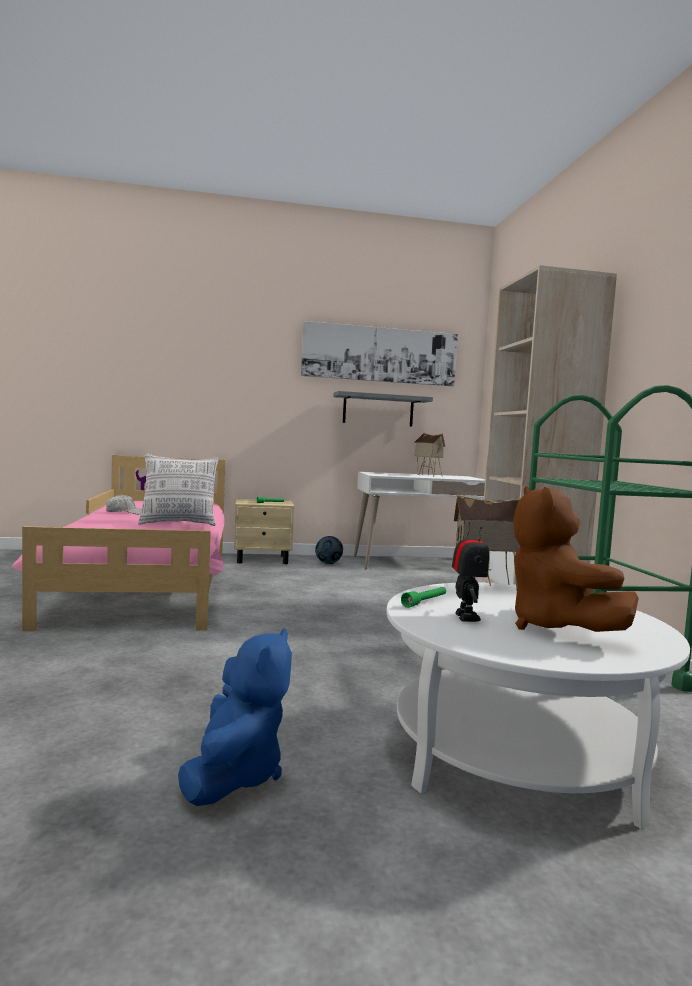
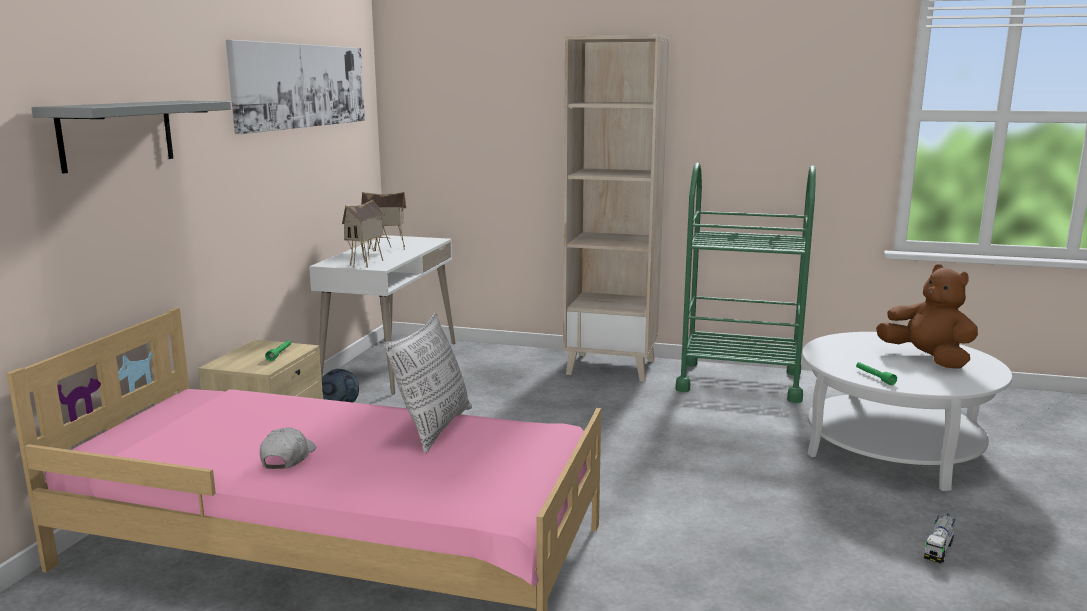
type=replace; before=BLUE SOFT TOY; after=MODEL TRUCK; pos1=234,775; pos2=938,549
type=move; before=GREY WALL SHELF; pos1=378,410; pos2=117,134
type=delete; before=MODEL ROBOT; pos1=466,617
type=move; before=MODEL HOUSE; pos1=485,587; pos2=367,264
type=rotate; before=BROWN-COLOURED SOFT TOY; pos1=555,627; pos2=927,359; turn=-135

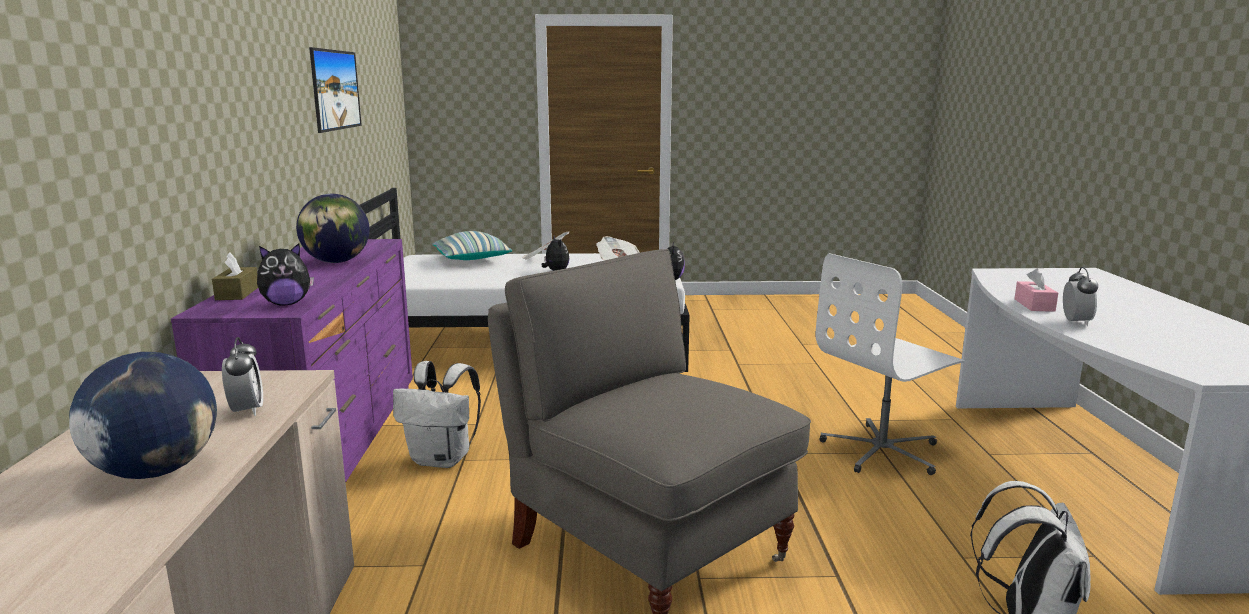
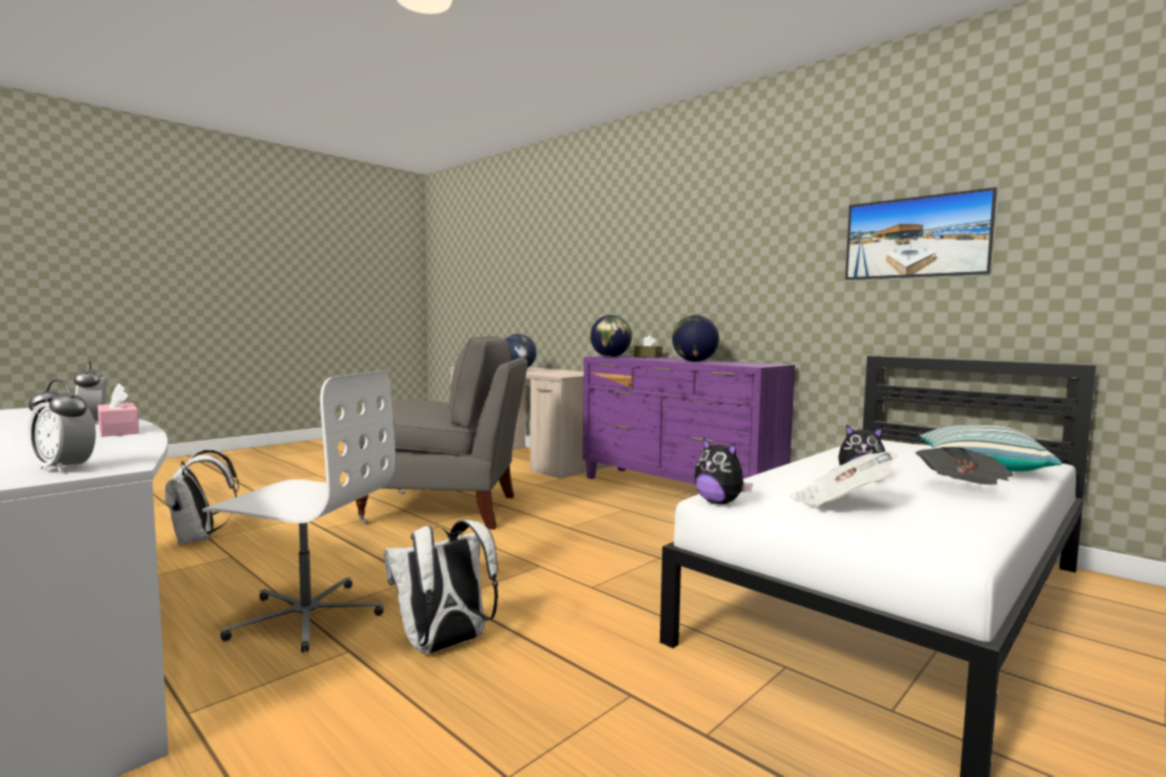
type=move; before=TABLE CLOCK; pos1=247,411; pos2=64,469
type=replace; before=SOFT TOY; after=WORLD GLOBE; pos1=286,304; pos2=610,357
type=move; before=WHITE-COLOURED RUCKSACK; pos1=443,459; pos2=444,646
type=rotate; before=WHITE-COLOURED OFFICE CHAIR; pos1=882,451; pos2=306,616; turn=90

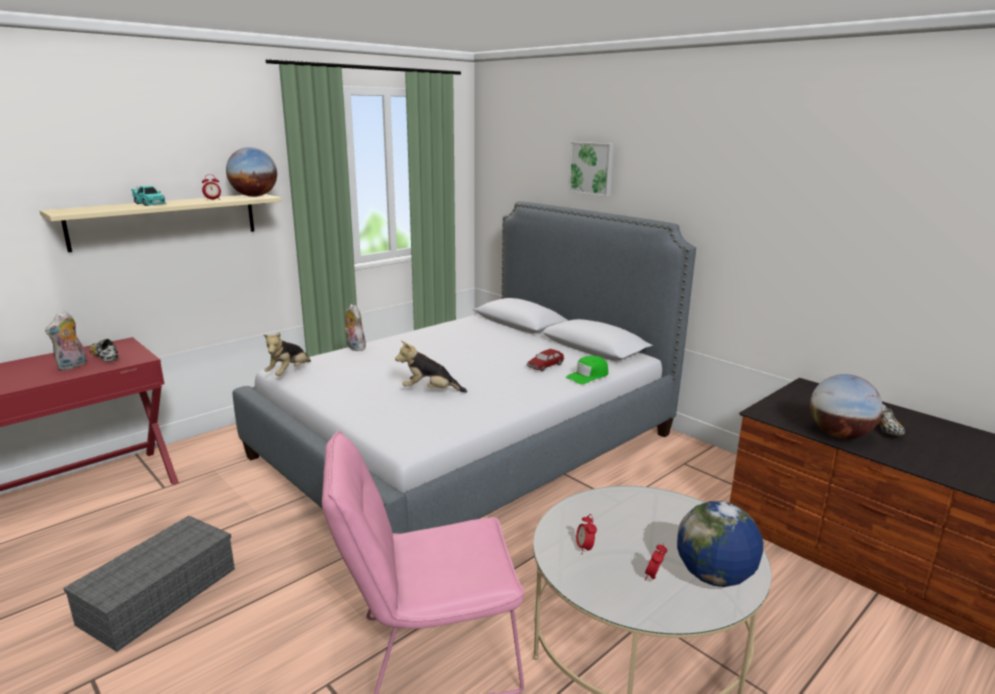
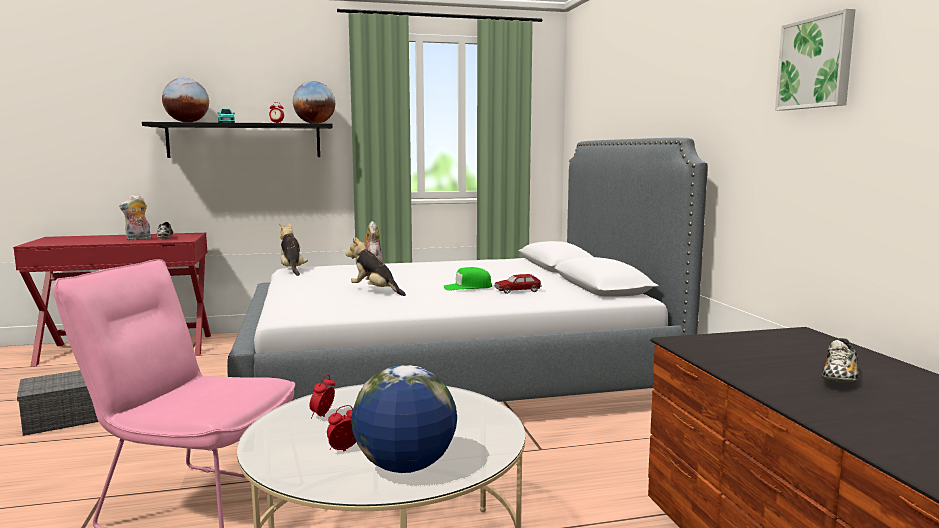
type=recolor; before=BEIGE WALL SHELF; after=BLACKISH WALL SHELF; pos1=165,221; pos2=244,140
type=rotate; before=SOFT TOY; pos1=289,373; pos2=292,270; turn=105
type=move; before=GREEN CAP; pos1=588,376; pos2=467,287
type=move; before=PICTURE; pos1=592,168; pos2=816,63
type=move; before=WORLD GLOBE; pos1=839,435; pos2=187,122

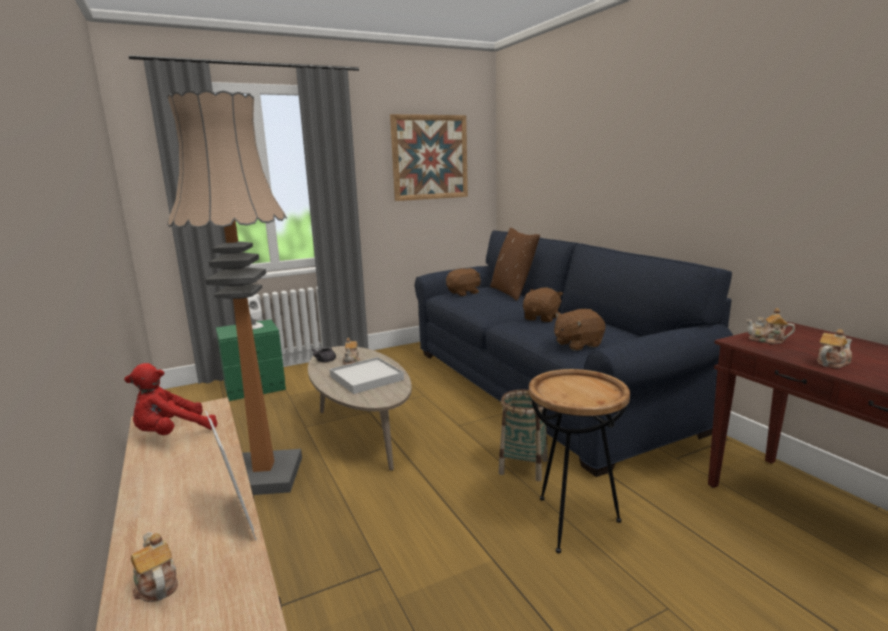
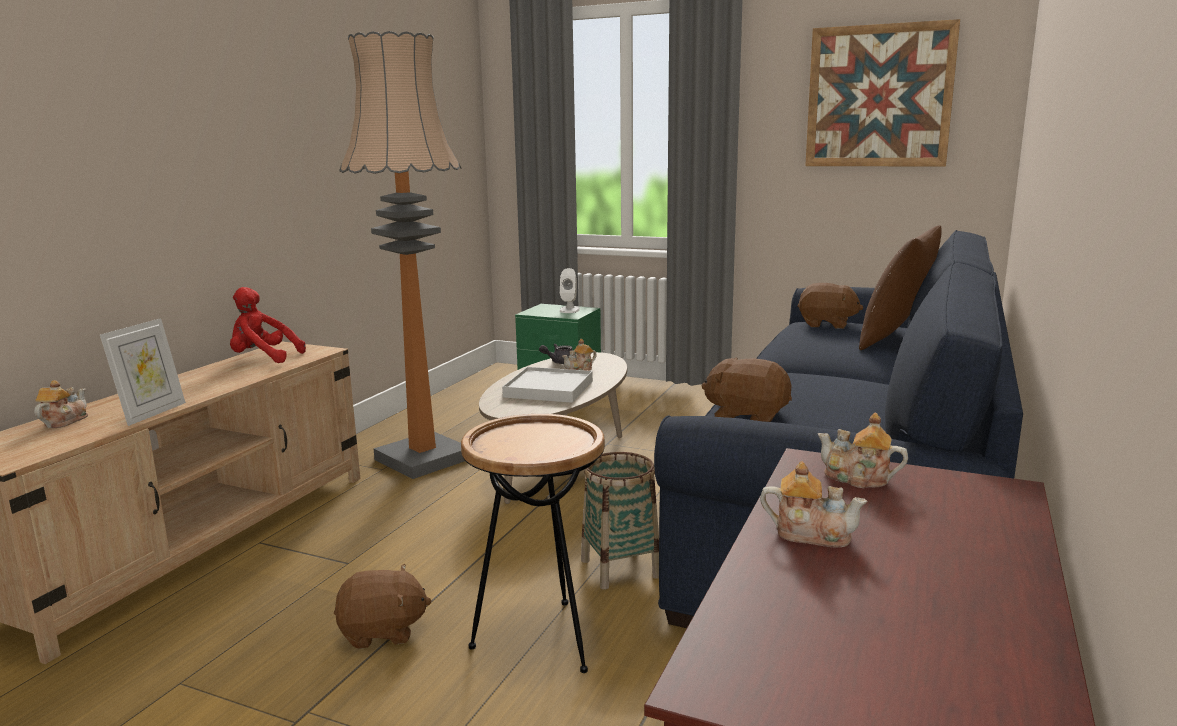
type=move; before=BROWN-COLOURED SOFT TOY; pos1=542,318; pos2=382,632
type=rotate; before=TEAPOT; pos1=767,340; pos2=858,478; turn=-45

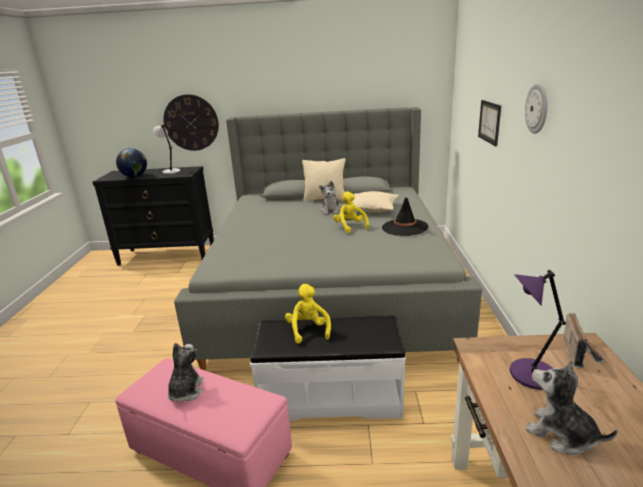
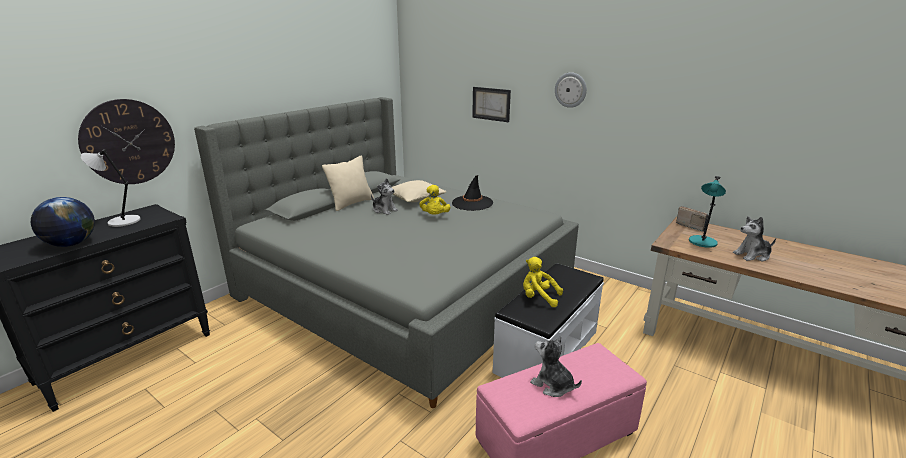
type=rotate; before=YELLOWISH SOFT TOY; pos1=350,227; pos2=434,216; turn=-105
type=recolor; before=PURPLISH TABLETOP LAMP; after=TURQUOISE TABLETOP LAMP; pos1=530,375; pos2=702,242

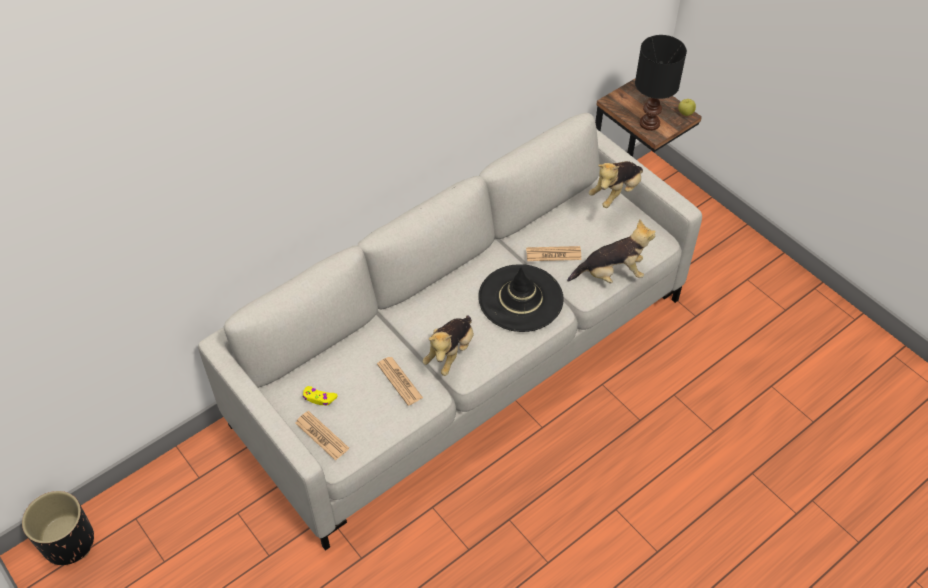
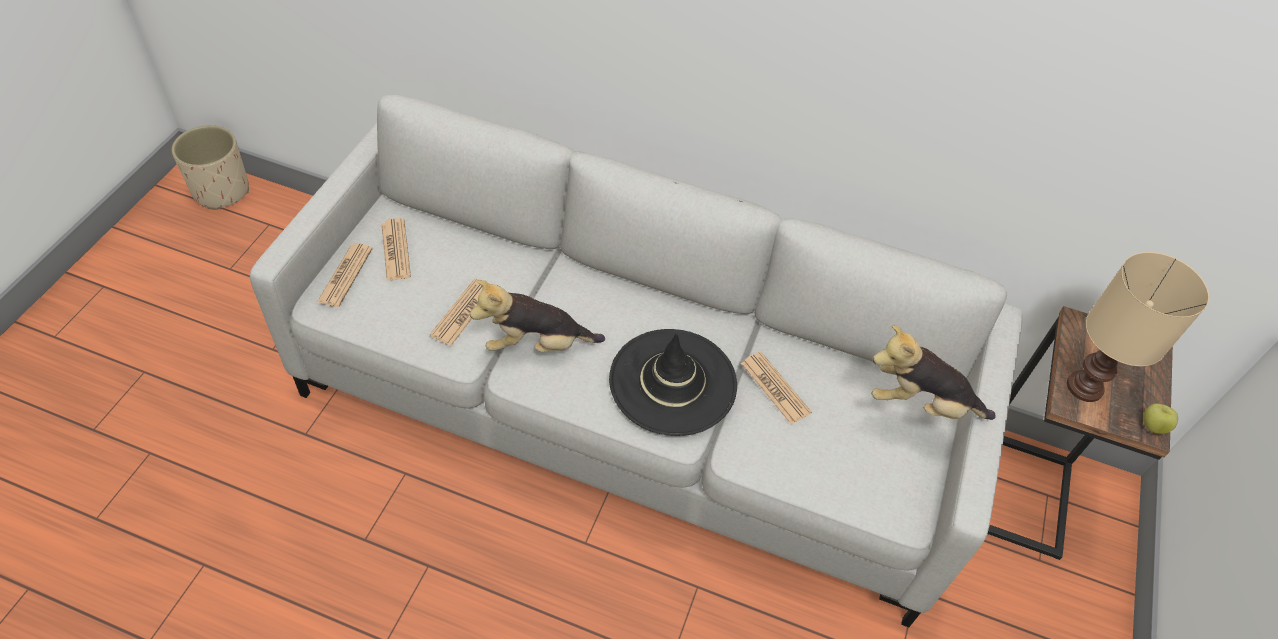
type=recolor; before=BLACKISH FLOWER POT; after=BEIGE FLOWER POT; pos1=68,542; pos2=221,191
type=replace; before=YELLOWISH GAMEPAD; after=NEWSPAPER; pos1=319,398; pos2=396,250
type=delete; before=SOFT TOY; pos1=611,274
type=recolor; before=BLACKISH TABLETOP LAMP; after=BEIGE TABLETOP LAMP; pos1=648,123; pos2=1083,386

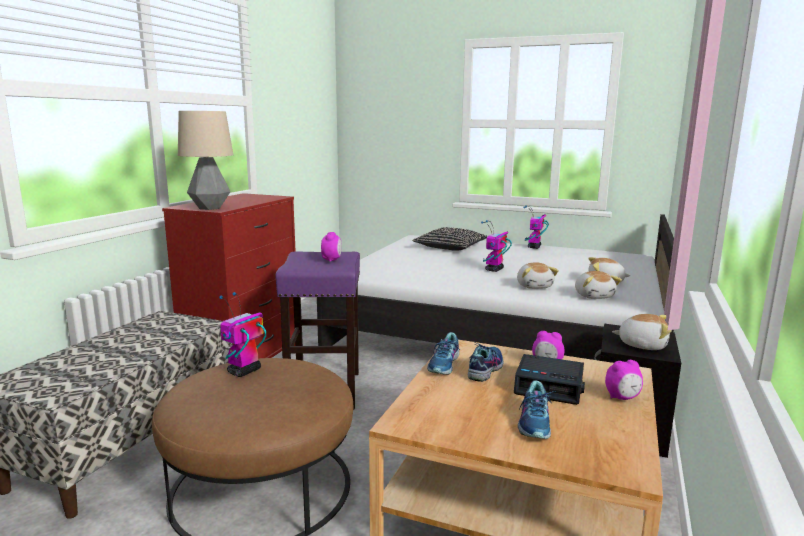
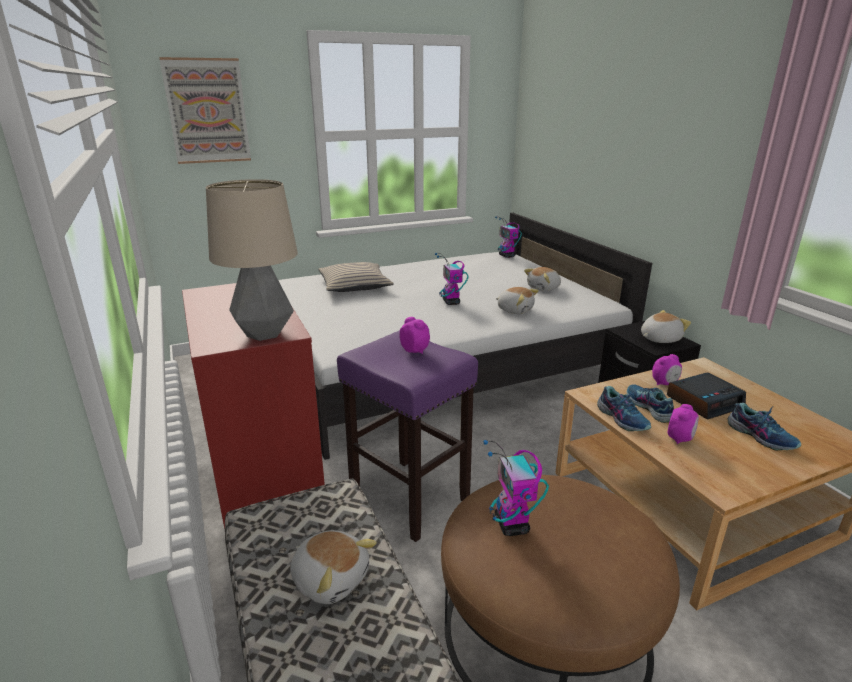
type=recolor; before=BLACKISH THROW PILLOW; after=BEIGE THROW PILLOW; pos1=450,247; pos2=355,285
type=move; before=MODEL ROBOT; pos1=534,247; pos2=507,256
type=move; before=SOFT TOY; pos1=594,296; pos2=331,578
type=move; before=TABLE CLOCK; pos1=622,398; pos2=680,439
type=insert; after=PICTURE; pos2=207,111

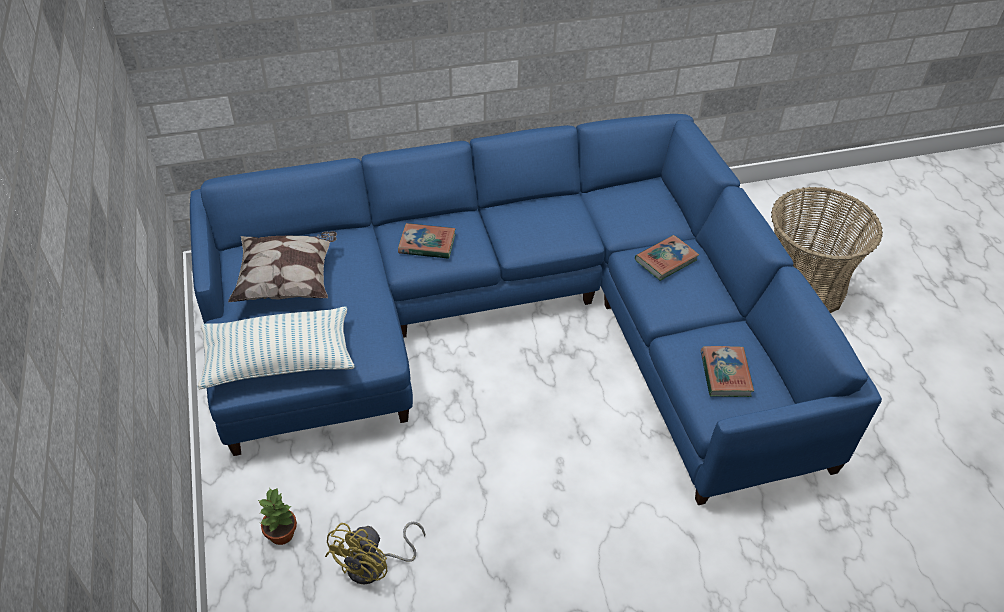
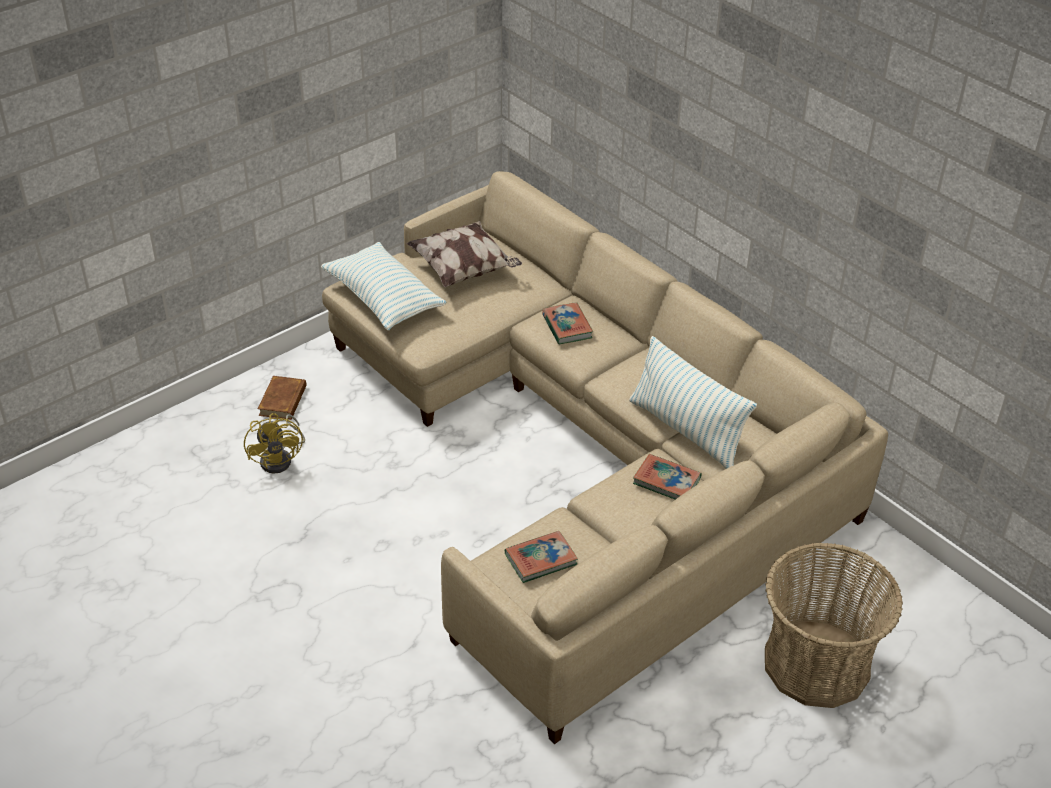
type=recolor; before=BLUE COUCH; after=BEIGE COUCH; pos1=514,323; pos2=585,453
type=replace; before=POTTED PLANT; after=BROWN-COLOURED BOUND BOOK; pos1=282,534; pos2=283,400
type=rotate; before=YELLOWISH FAN; pos1=374,566; pos2=281,459; turn=-105
type=insert; after=THROW PILLOW; pos2=686,430

